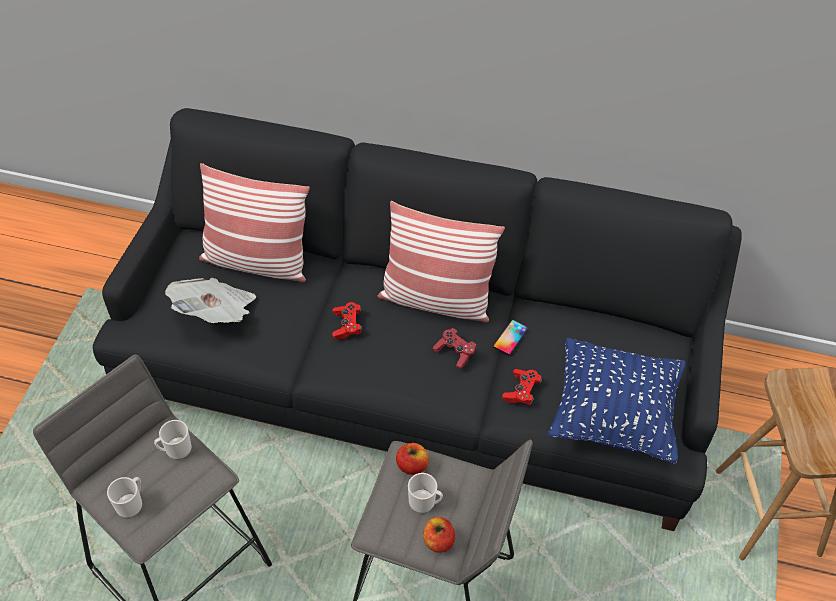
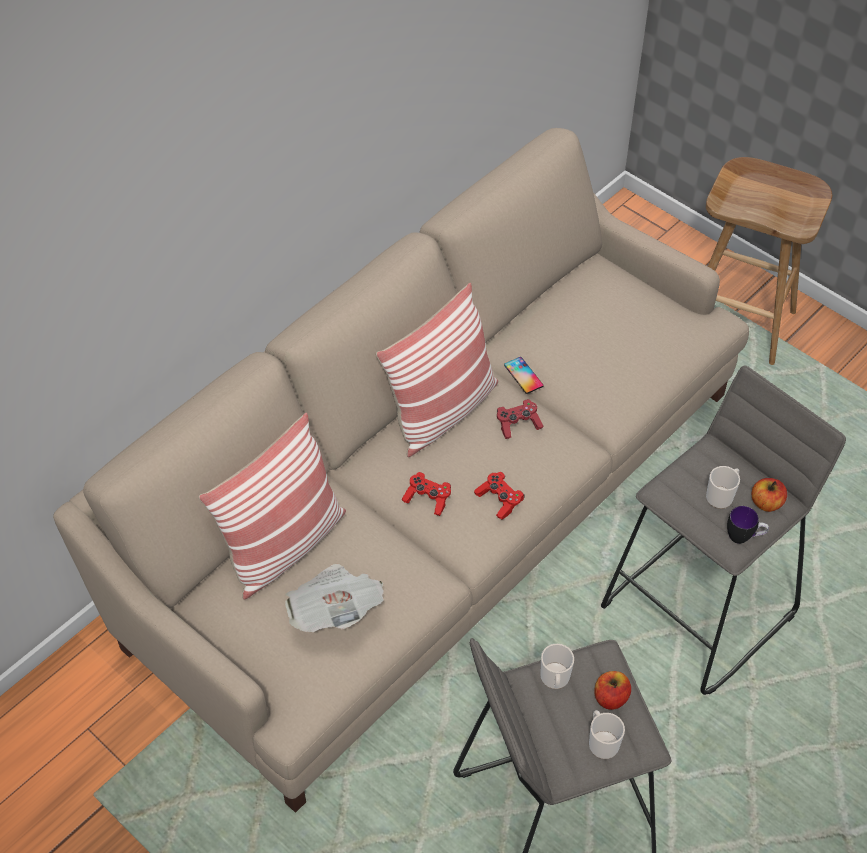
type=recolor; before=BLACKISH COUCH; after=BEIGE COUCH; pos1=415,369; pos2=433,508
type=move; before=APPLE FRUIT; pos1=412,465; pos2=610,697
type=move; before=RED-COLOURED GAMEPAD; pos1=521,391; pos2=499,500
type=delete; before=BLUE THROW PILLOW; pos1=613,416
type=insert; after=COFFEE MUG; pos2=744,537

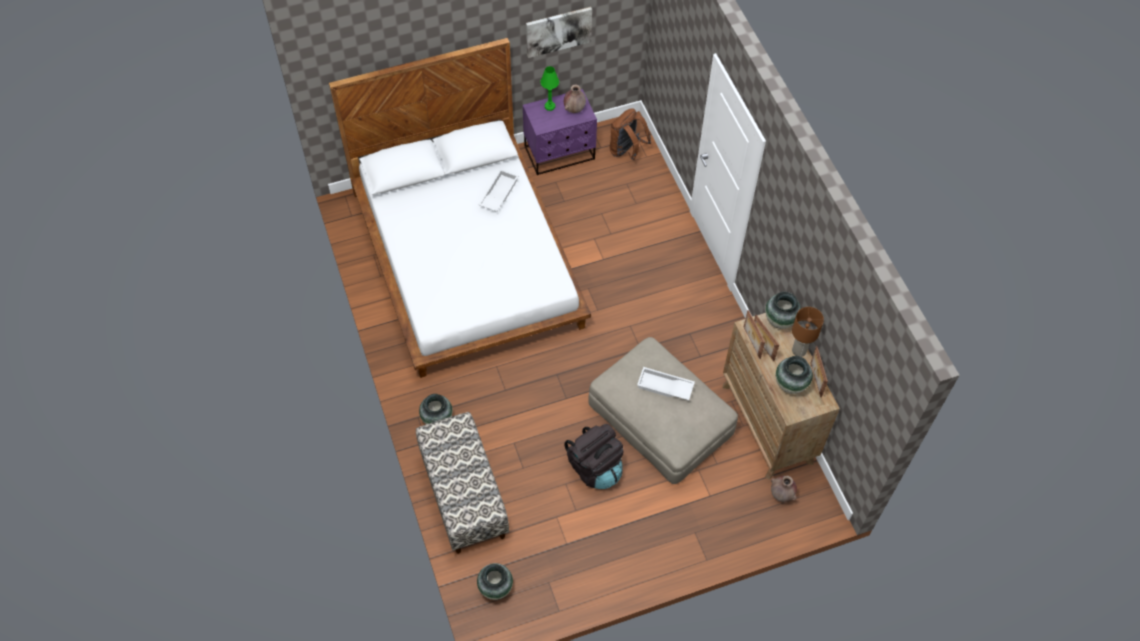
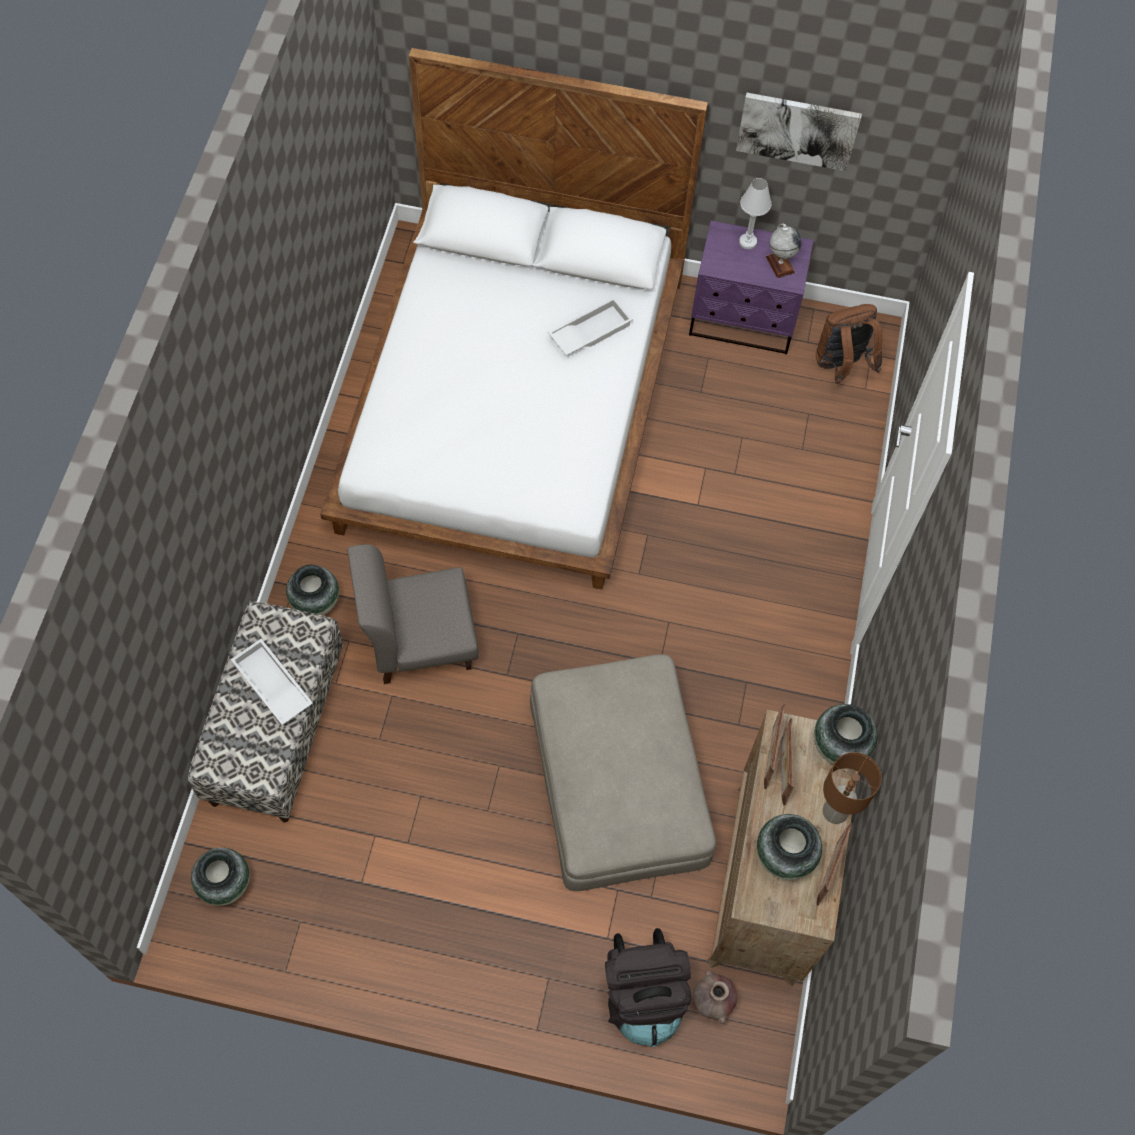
type=recolor; before=GREEN TABLETOP LAMP; after=WHITE-COLOURED TABLETOP LAMP; pos1=550,106; pos2=747,242
type=replace; before=BROWN-COLOURED DECORATIVE VASE; after=WORLD GLOBE; pos1=574,109; pos2=780,264
type=move; before=BLACKISH RUCKSACK; pos1=595,467; pos2=643,996
type=move; before=WHITE-COLOURED SERVING TRAY; pos1=664,387; pos2=271,685
type=insert; after=GREY UPRIGHT CHAIR; pos2=419,641

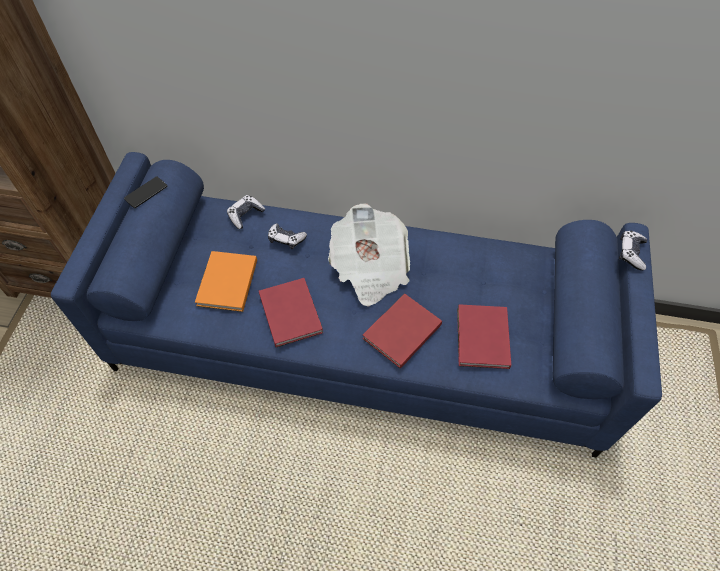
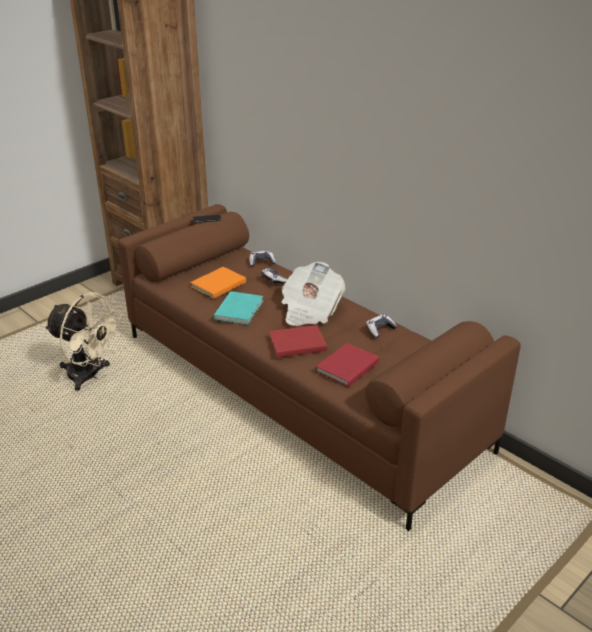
type=recolor; before=BLUE COUCH; after=BROWN-COLOURED COUCH; pos1=362,340; pos2=298,390
type=recolor; before=RED-COLOURED BOUND BOOK; after=TURQUOISE BOUND BOOK; pos1=291,311; pos2=240,309
type=move; before=GAMEPAD; pos1=631,253; pos2=380,330
type=insert; after=BEIGE FAN; pos2=90,376

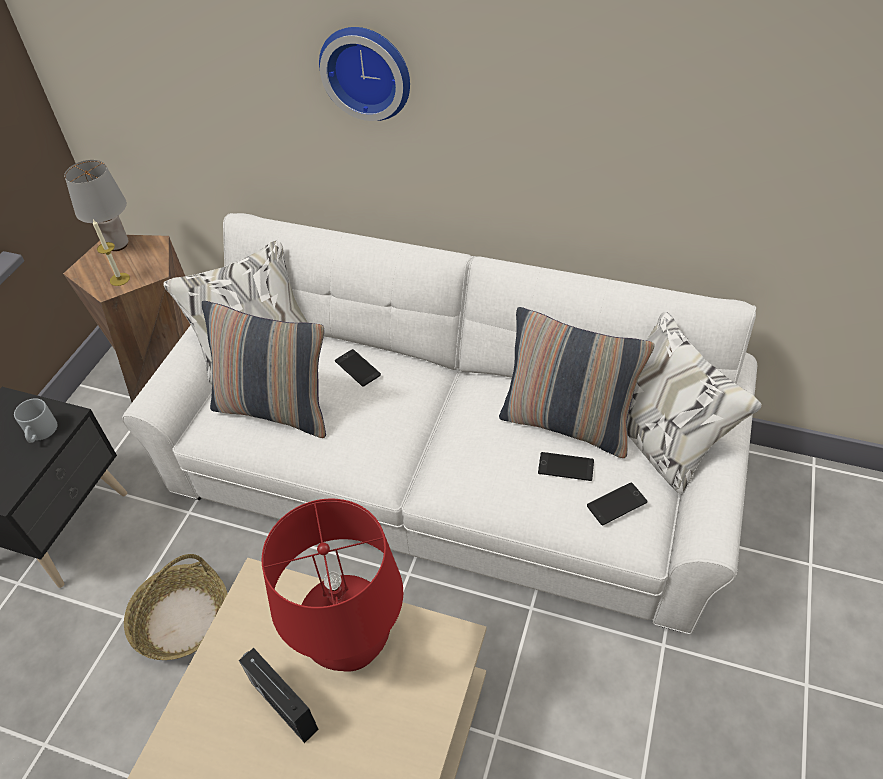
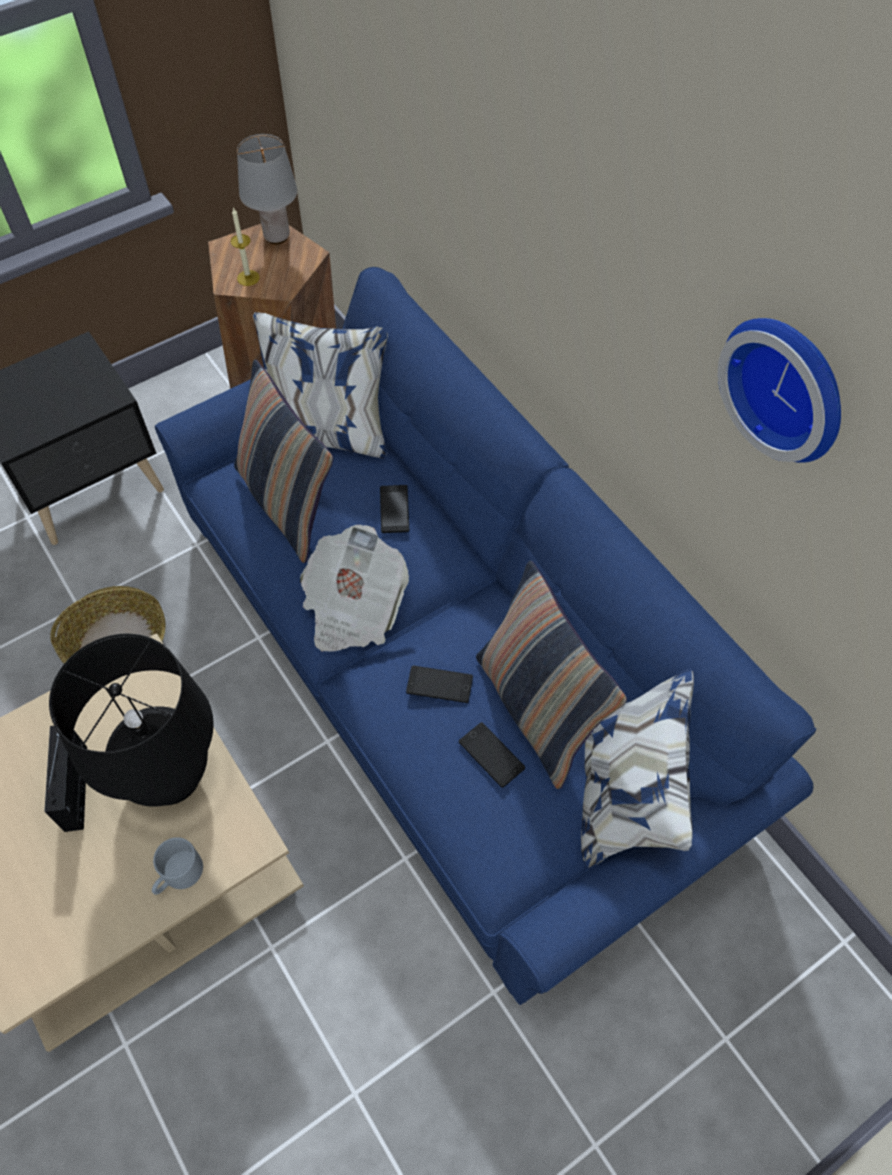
type=move; before=GREY COFFEE MUG; pos1=41,433; pos2=178,876
type=recolor; before=WHITE-COLOURED COUCH; after=BLUE COUCH; pos1=448,472; pos2=448,667
type=recolor; before=RED-COLOURED TABLETOP LAMP; after=BLACKISH TABLETOP LAMP; pos1=350,642; pos2=169,775
type=move; before=CLOCK ON THE WALL; pos1=367,71; pos2=789,385
type=move; before=TELEPHONE; pos1=616,504; pos2=439,684
type=insert; after=NEWSPAPER; pos2=353,607

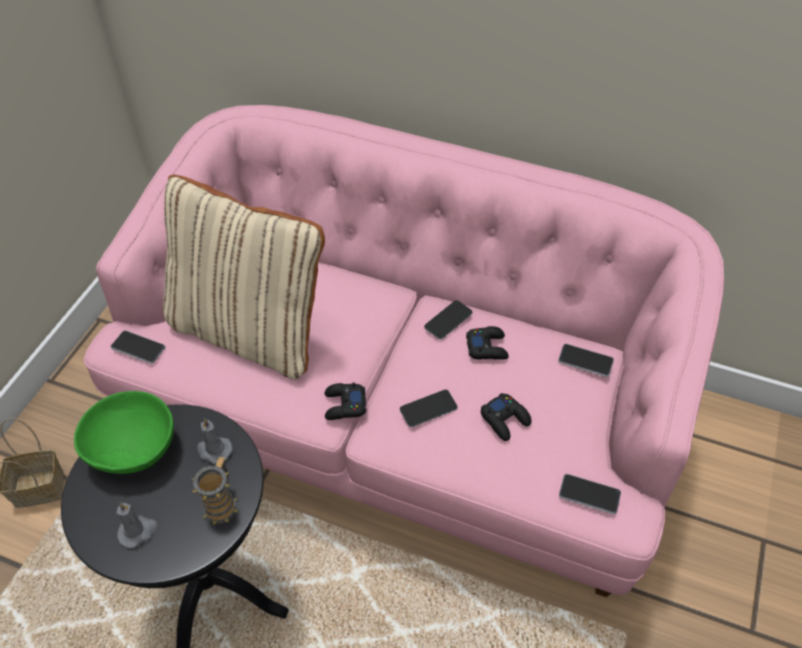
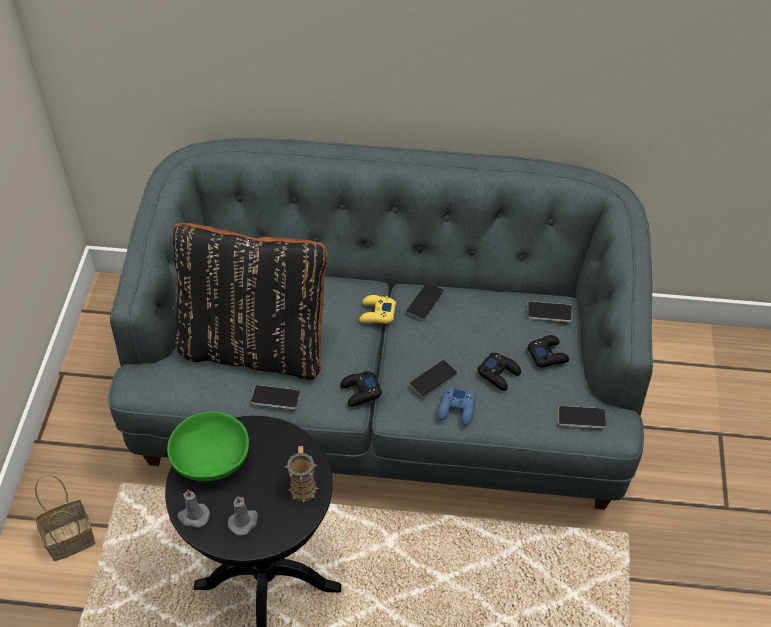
type=recolor; before=PINKISH COUCH; after=GREY COUCH; pos1=401,418; pos2=386,401
type=move; before=TELEPHONE; pos1=138,348; pos2=275,398
type=recolor; before=BEIGE THROW PILLOW; after=BLACKISH THROW PILLOW; pos1=250,330; pos2=255,347
type=move; before=GREY CANDLE; pos1=214,450; pos2=193,516
type=move; before=BLACKISH GAMEPAD; pos1=487,347; pos2=548,354
type=insert; after=YELLOWISH GAMEPAD; pos2=377,313
type=insert; after=BLUE GAMEPAD; pos2=457,409

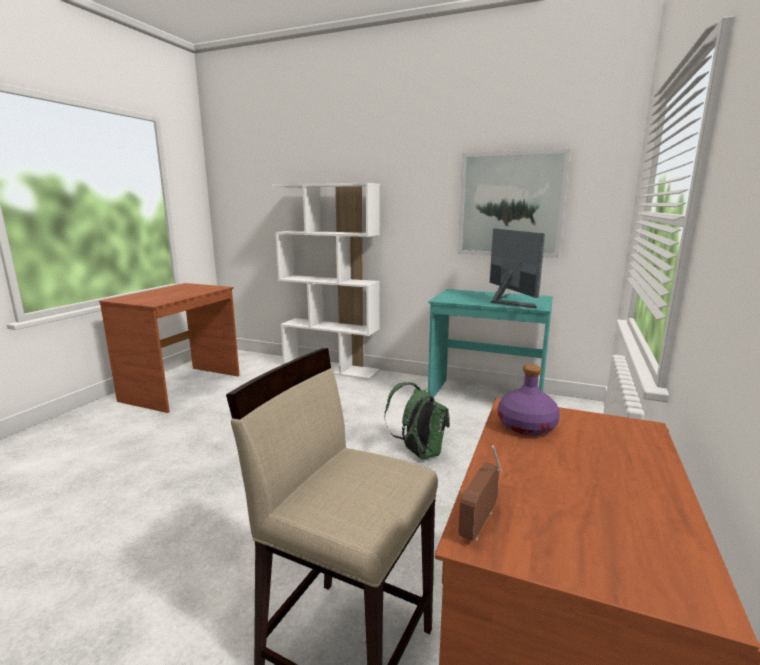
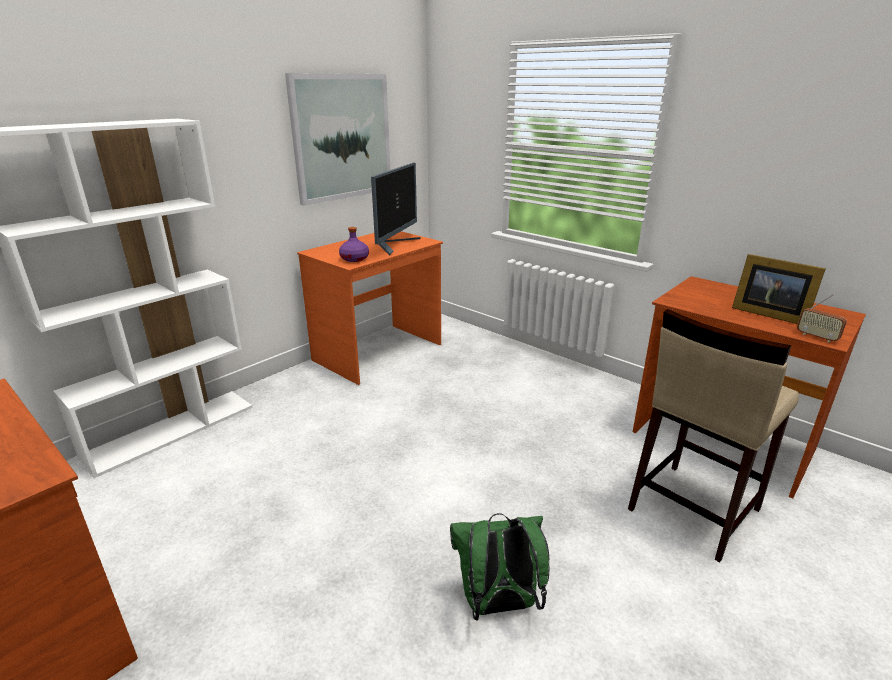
type=move; before=GREEN RUCKSACK; pos1=418,452; pos2=497,604
type=recolor; before=TURQUOISE DESK; after=ORANGE-COLOURED DESK; pos1=485,398; pos2=379,352
type=rotate; before=COMPUTER DISPLAY; pos1=508,301; pos2=394,244; turn=105
type=move; before=PURPLISH DRINK BOTTLE; pos1=527,426; pos2=354,259
type=insert; after=PHOTO FRAME; pos2=767,313

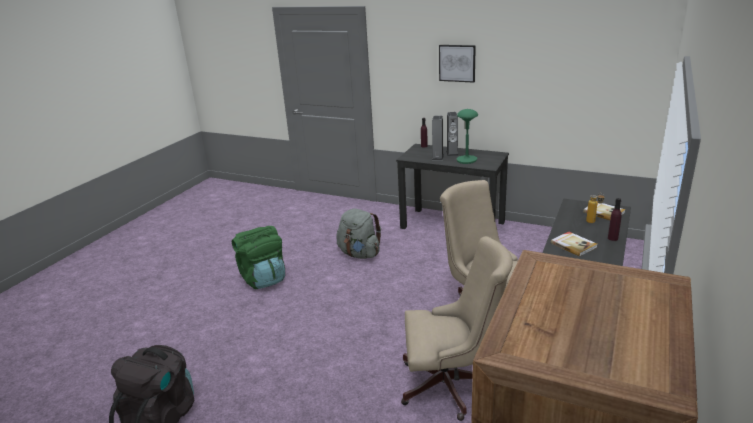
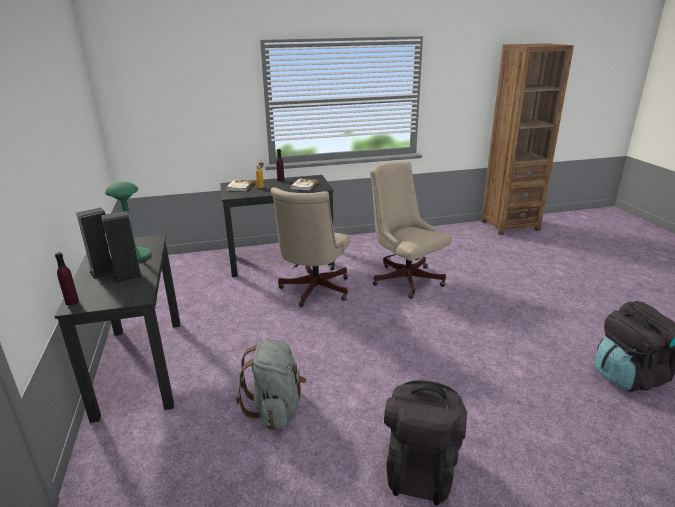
type=recolor; before=GREEN RUCKSACK; after=BLACKISH RUCKSACK; pos1=263,279; pos2=421,468
type=delete; before=PICTURE; pos1=457,63

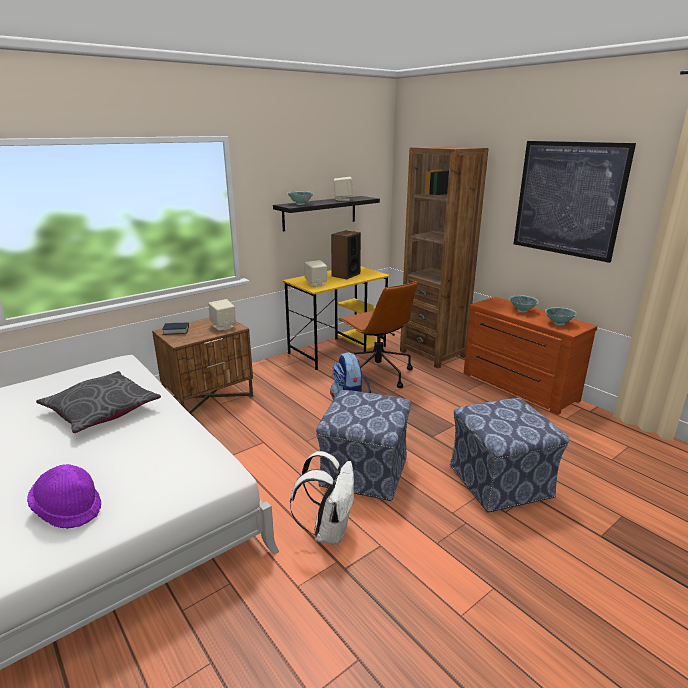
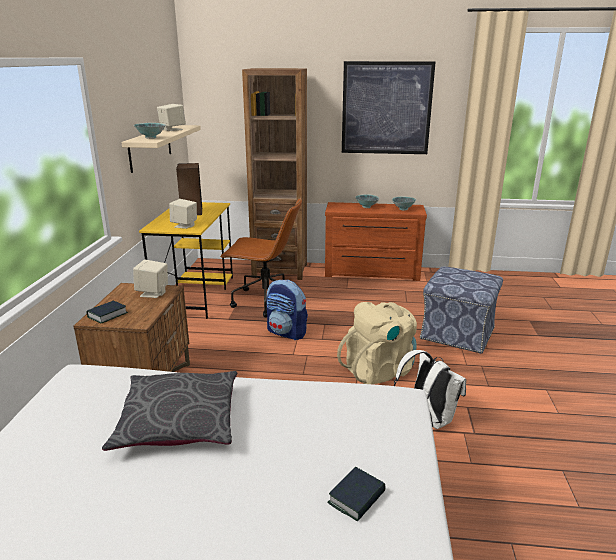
type=replace; before=PURPLISH CLOTHING HAT; after=BOUND BOOK; pos1=69,509; pos2=357,498
type=recolor; before=BLACKISH WALL SHELF; after=BEIGE WALL SHELF; pos1=320,213; pos2=150,147
type=replace; before=FOOTREST; after=BEIGE RUCKSACK; pos1=364,471; pos2=379,370

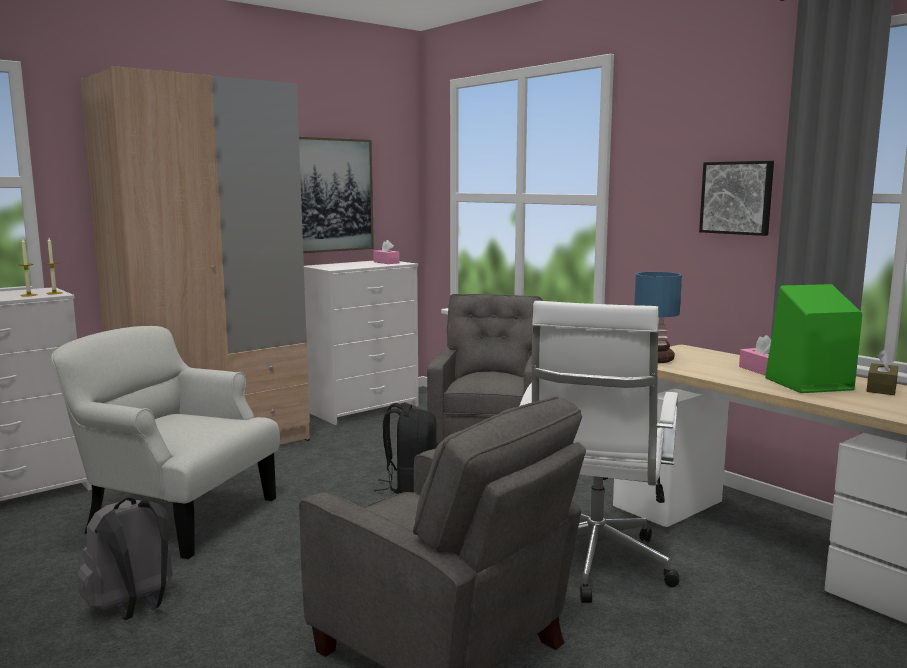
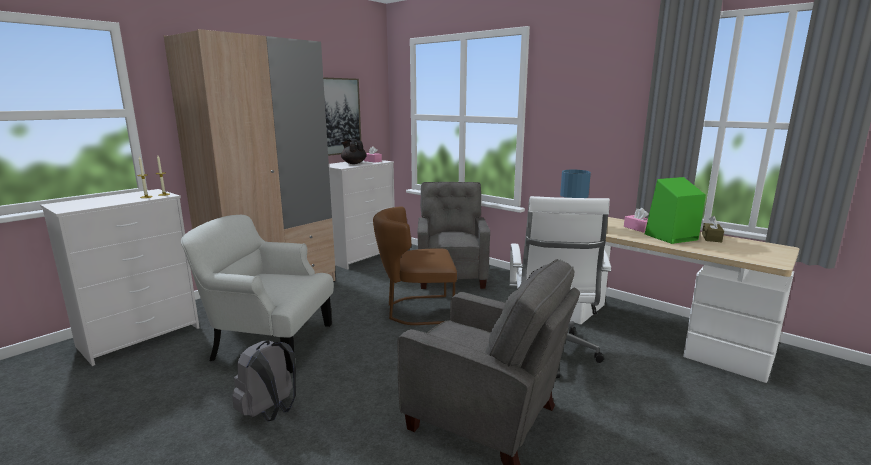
type=replace; before=BLACKISH RUCKSACK; after=BROWN-COLOURED UPRIGHT CHAIR; pos1=410,488; pos2=416,310
type=delete; before=PICTURE; pos1=737,198
type=insert; after=BLACKISH TEAPOT; pos2=353,163

